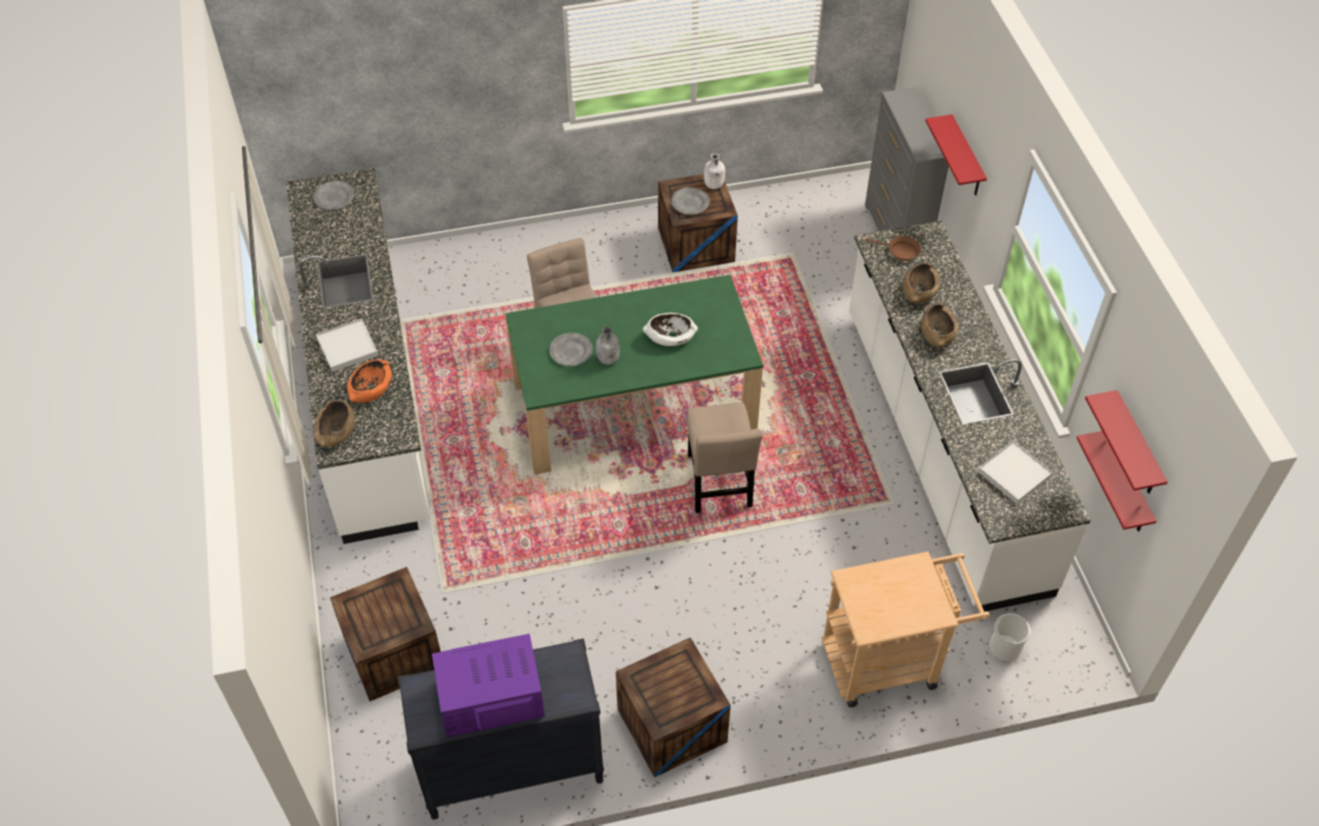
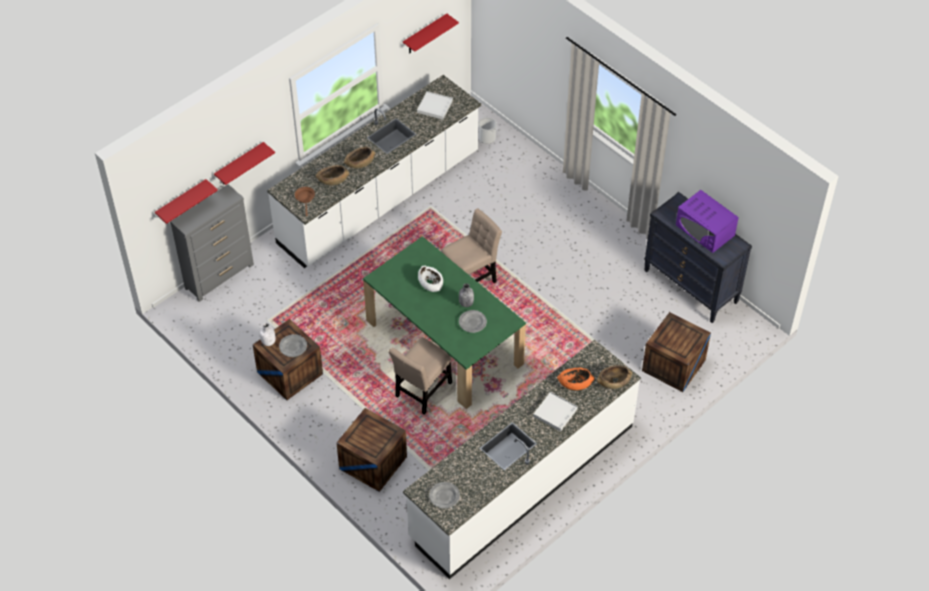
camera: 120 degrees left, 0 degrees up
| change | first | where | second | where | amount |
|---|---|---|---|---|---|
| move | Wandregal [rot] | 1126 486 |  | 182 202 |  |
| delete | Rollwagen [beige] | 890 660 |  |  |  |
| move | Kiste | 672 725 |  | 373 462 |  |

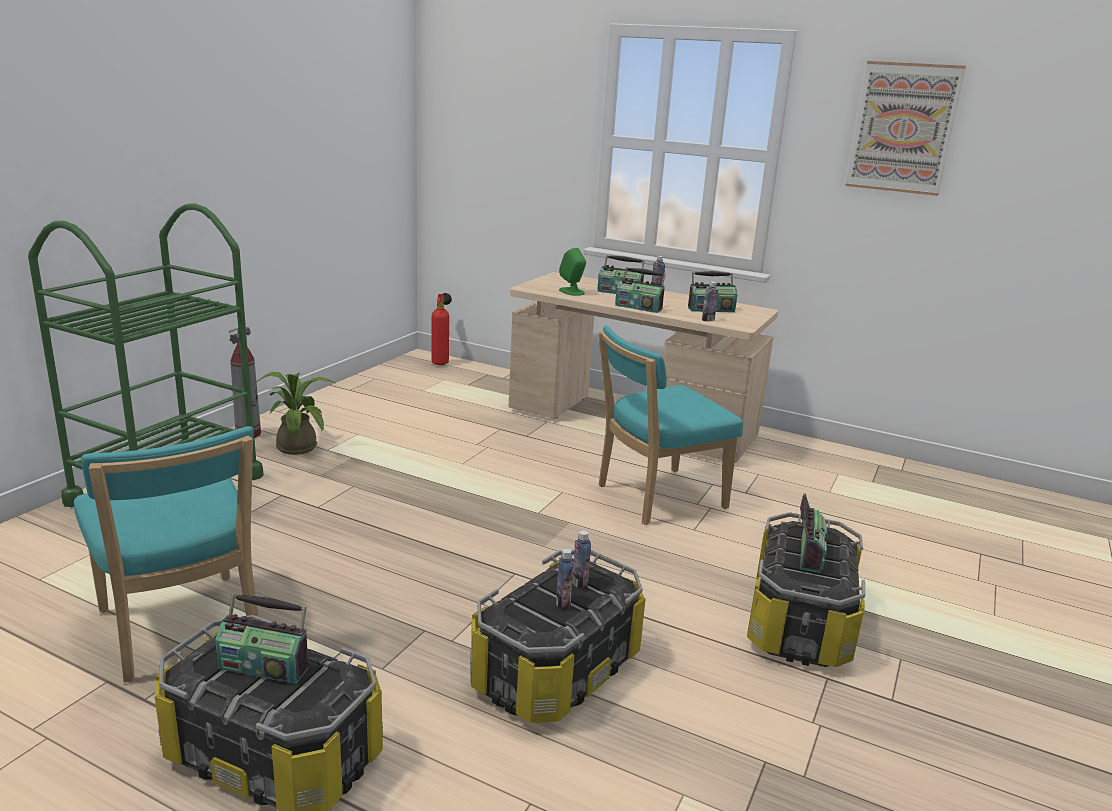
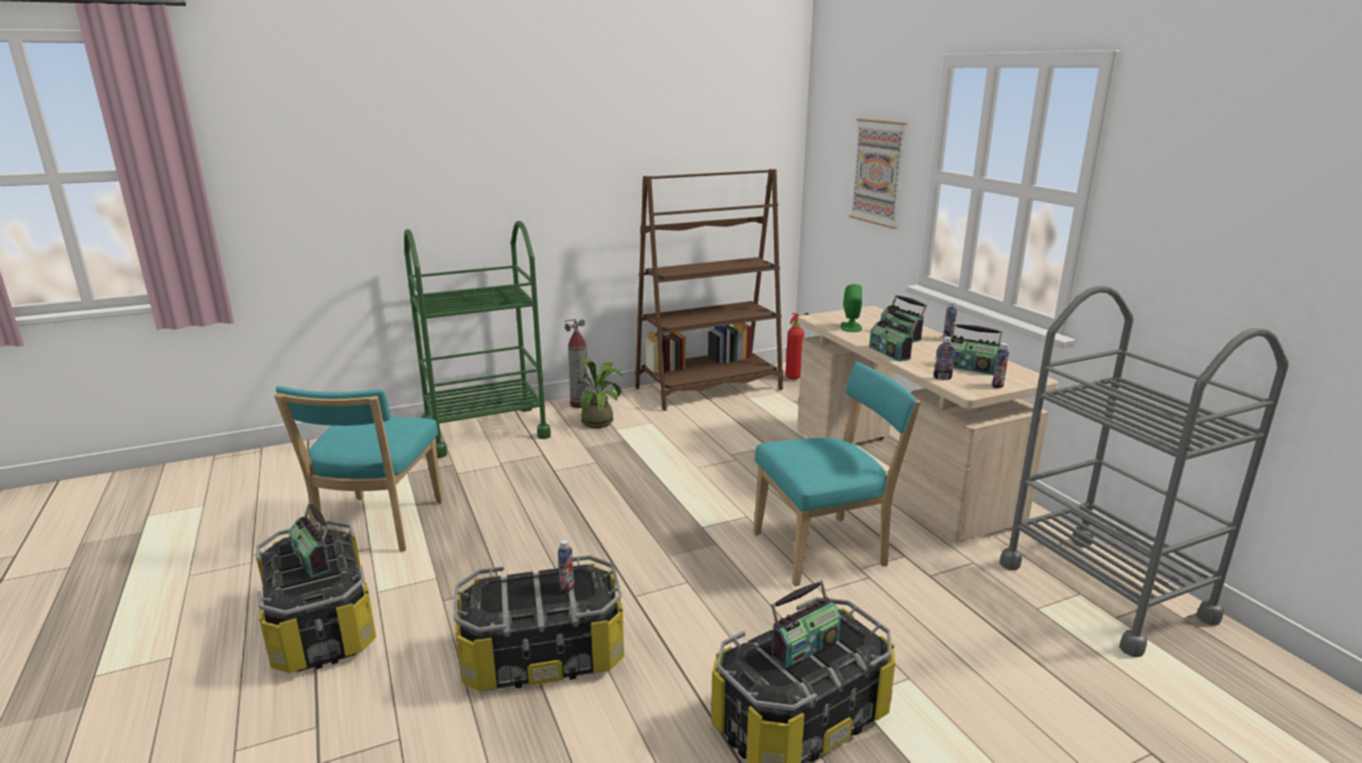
camera: 40 degrees right, 0 degrees up
| change | first | where | second | where | amount |
|---|---|---|---|---|---|
| move | Bild | 903 128 |  | 878 172 |  |
| rotate | Stuhl [türkis] | 655 497 |  | 825 549 | 150 degrees clockwise |
| move | Flasche | 563 603 |  | 997 385 |  |
| insert |  |  | Bücherregal [braun] | 709 389 |  |
| insert |  |  | Rollwagen [grau] | 1104 591 |  |

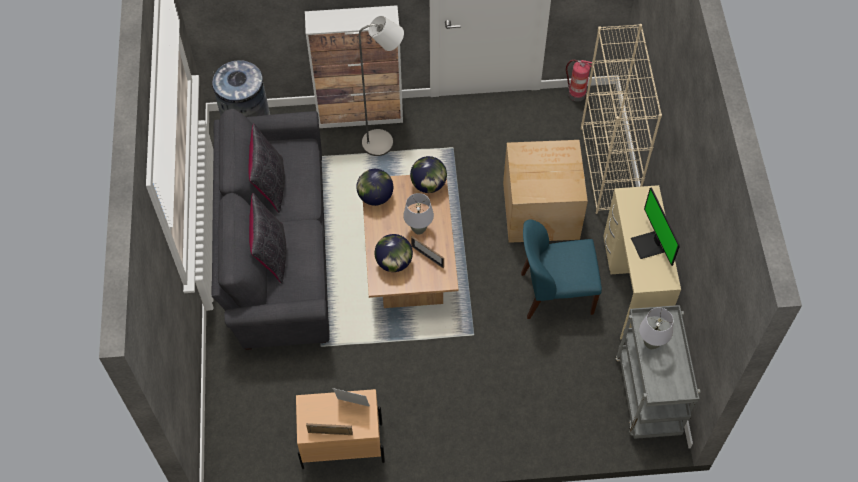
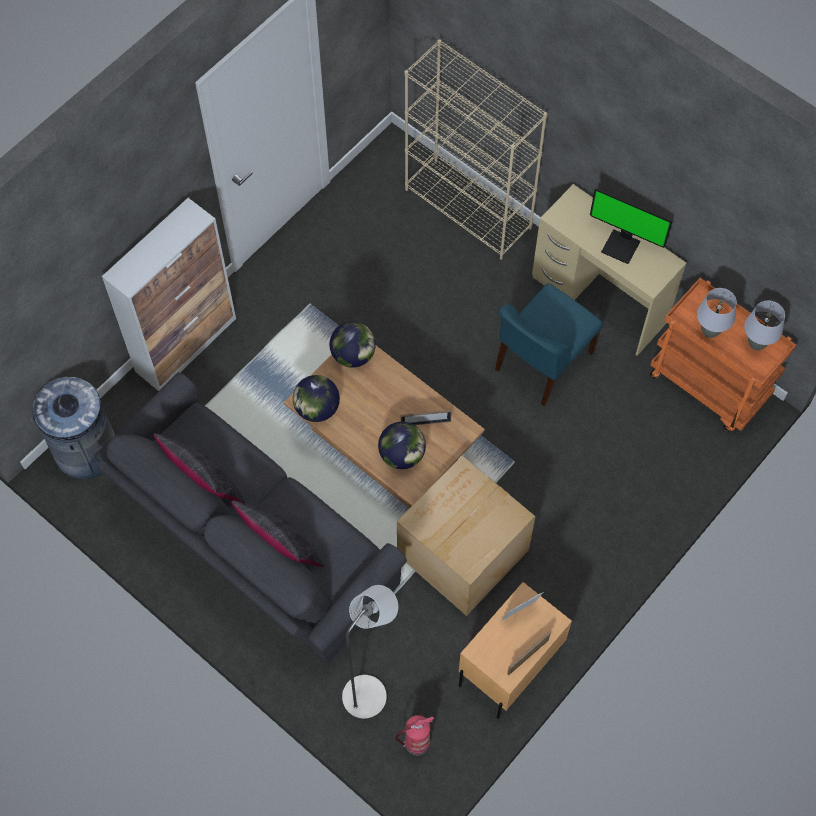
camera: 45 degrees left, 5 degrees up
| change | first | where | second | where | amount |
|---|---|---|---|---|---|
| move | Stehlampe [grau] | 384 143 |  | 370 690 |  |
| move | Feuerlöscher | 576 94 |  | 416 744 |  |
| move | Karton | 539 209 |  | 460 553 |  |
| move | Tischlampe [grau] | 419 229 |  | 756 344 |  |
| recolor | Rollwagen [grau] | 648 397 | Rollwagen [orange] | 710 385 |  |

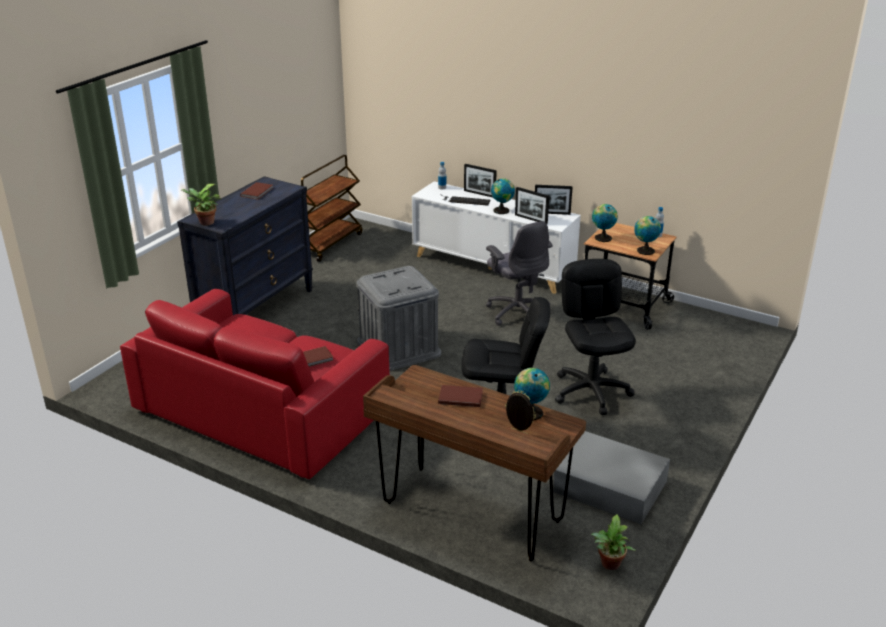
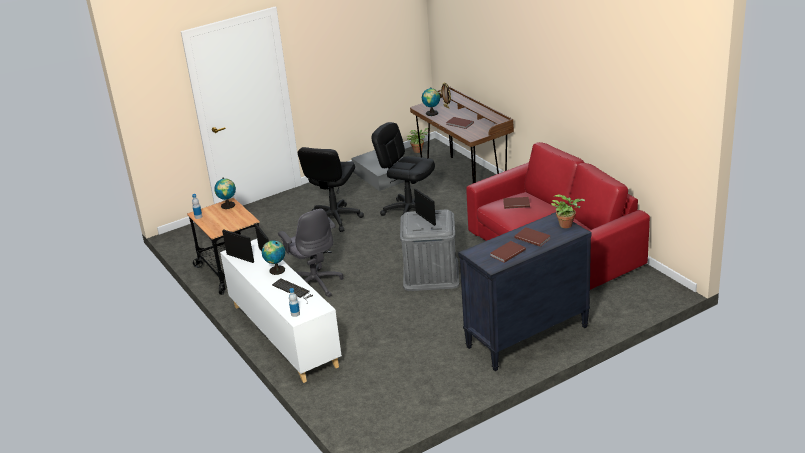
camera: 150 degrees left, 0 degrees up
| change | first | where | second | where | amount |
|---|---|---|---|---|---|
| delete | Rollwagen [braun] | 329 243 |  |  |  |
| move | Bilderrahmen | 479 194 |  | 425 218 |  |
| delete | Globus | 602 237 |  |  |  |
| rotate | Bürostuhl [grau] | 517 312 |  | 315 284 | 150 degrees clockwise |
| insert |  |  | Buch [braun] | 532 238 |  |

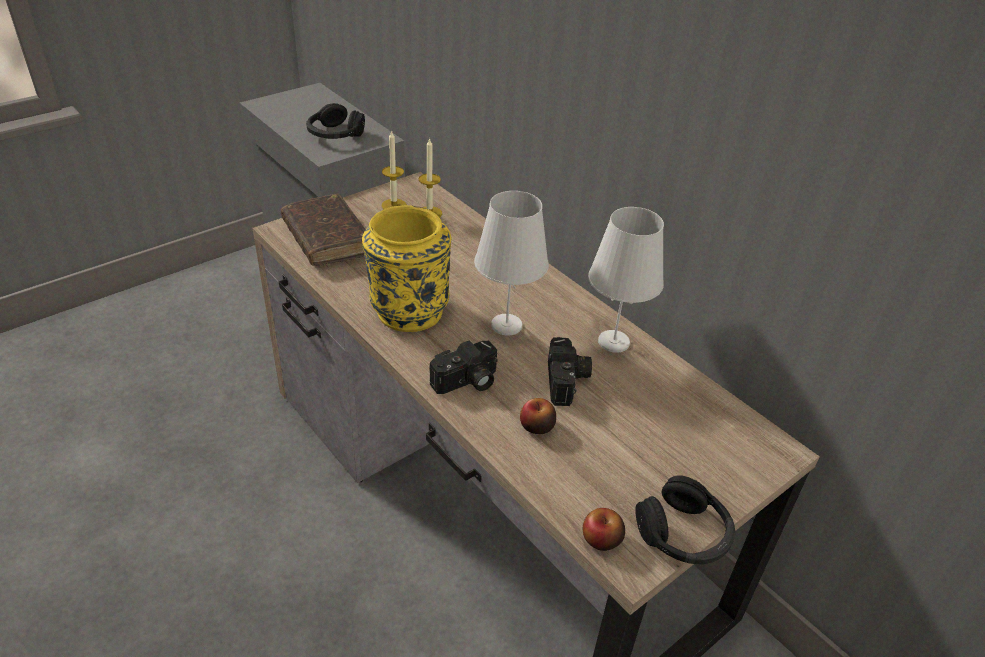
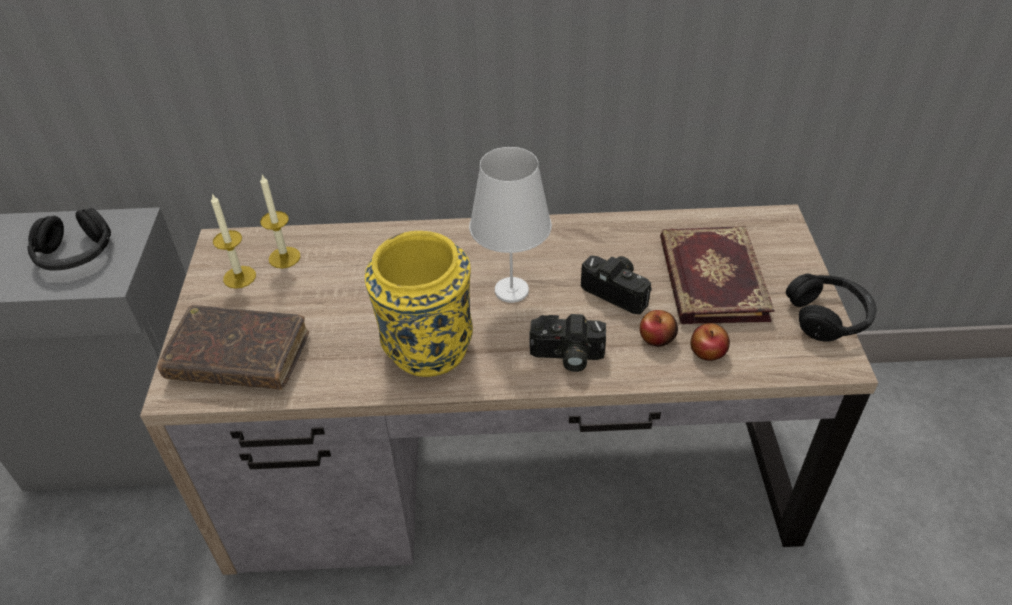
camera: 50 degrees left, 5 degrees up
| change | first | where | second | where | amount |
|---|---|---|---|---|---|
| delete | Tischlampe [weiß] | 614 341 |  |  |  |
| rotate | Kamera | 467 383 |  | 566 356 | 90 degrees clockwise |
| move | Apfel | 601 539 |  | 708 352 |  |
| insert |  |  | Buch | 710 279 |  |

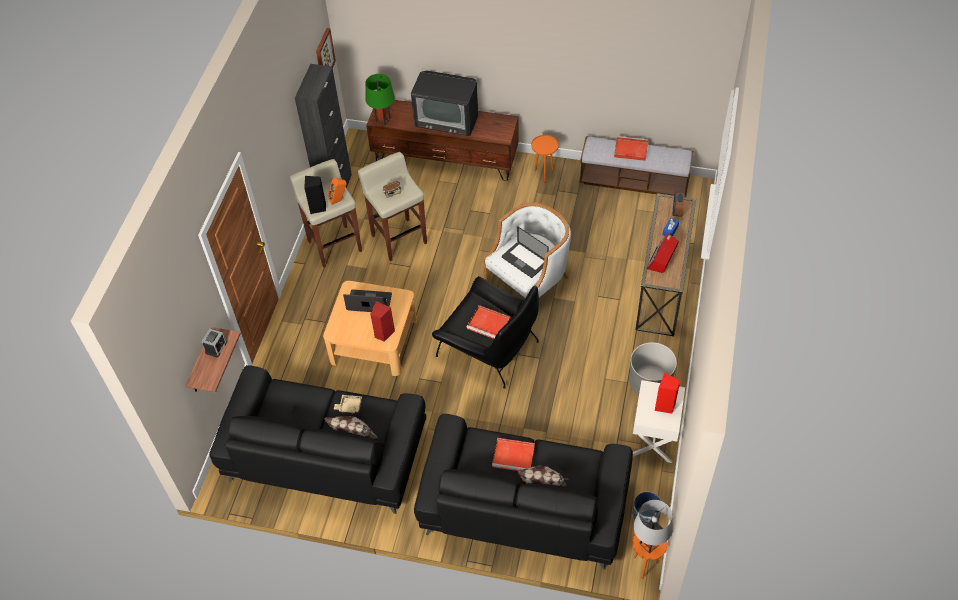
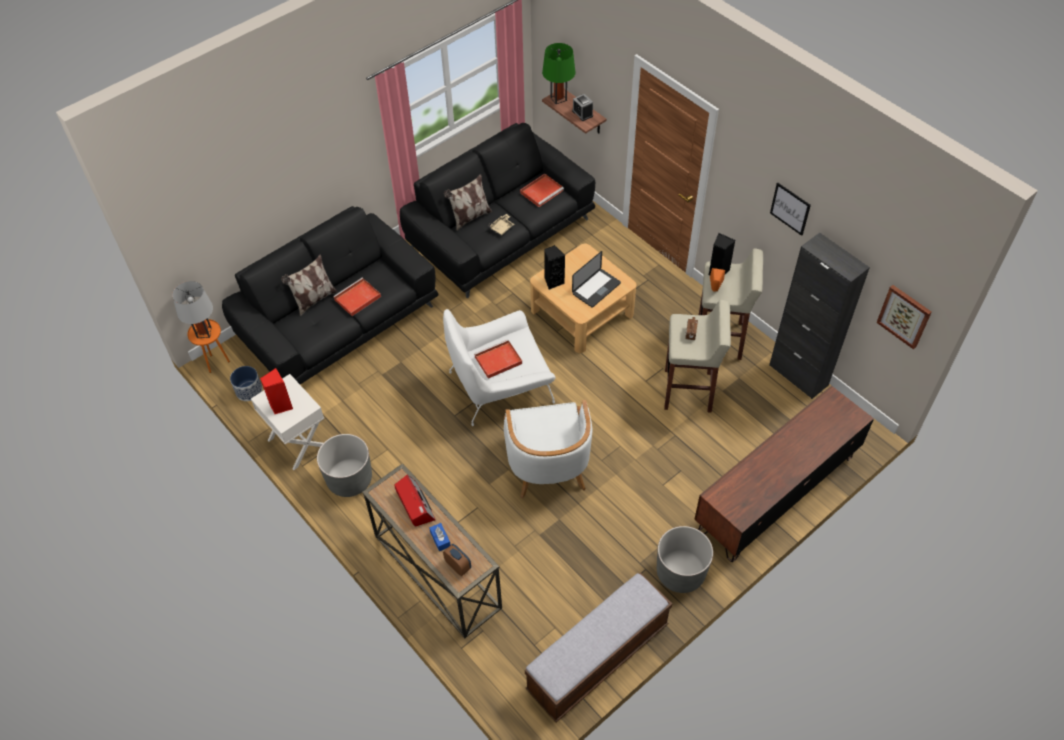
camera: 125 degrees right, 0 degrees up
| change | first | where | second | where | amount |
|---|---|---|---|---|---|
| delete | Fernseher | 447 119 |  |  |  |
| move | Tischlampe [grün] | 383 120 |  | 558 99 |  |
| replace | Beistelltisch [orange] | 544 174 | Pflanzkübel [grau] | 680 572 |  |
| move | Tablett [rot] | 630 150 |  | 542 191 |  |
| delete | Laptop | 524 260 |  |  |  |
| recolor | Sessel [schwarz] | 488 347 | Sessel [weiß] | 500 385 |  |
| recolor | Lautsprecher [rot] | 383 333 | Lautsprecher [schwarz] | 553 281 |  |
| insert |  |  | Bild | 790 208 |  |

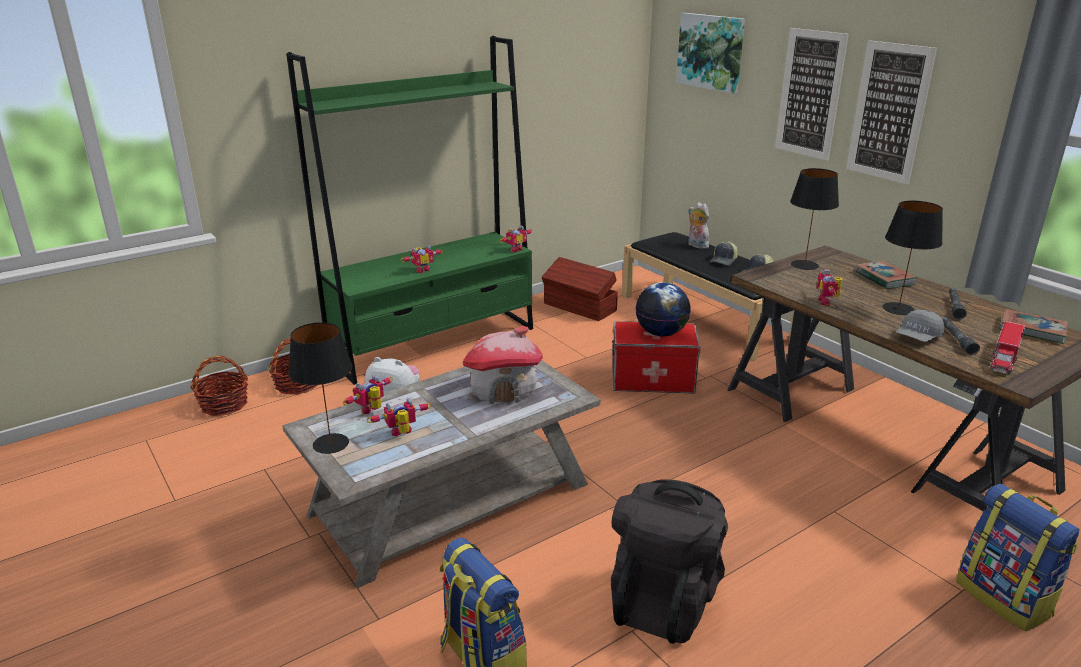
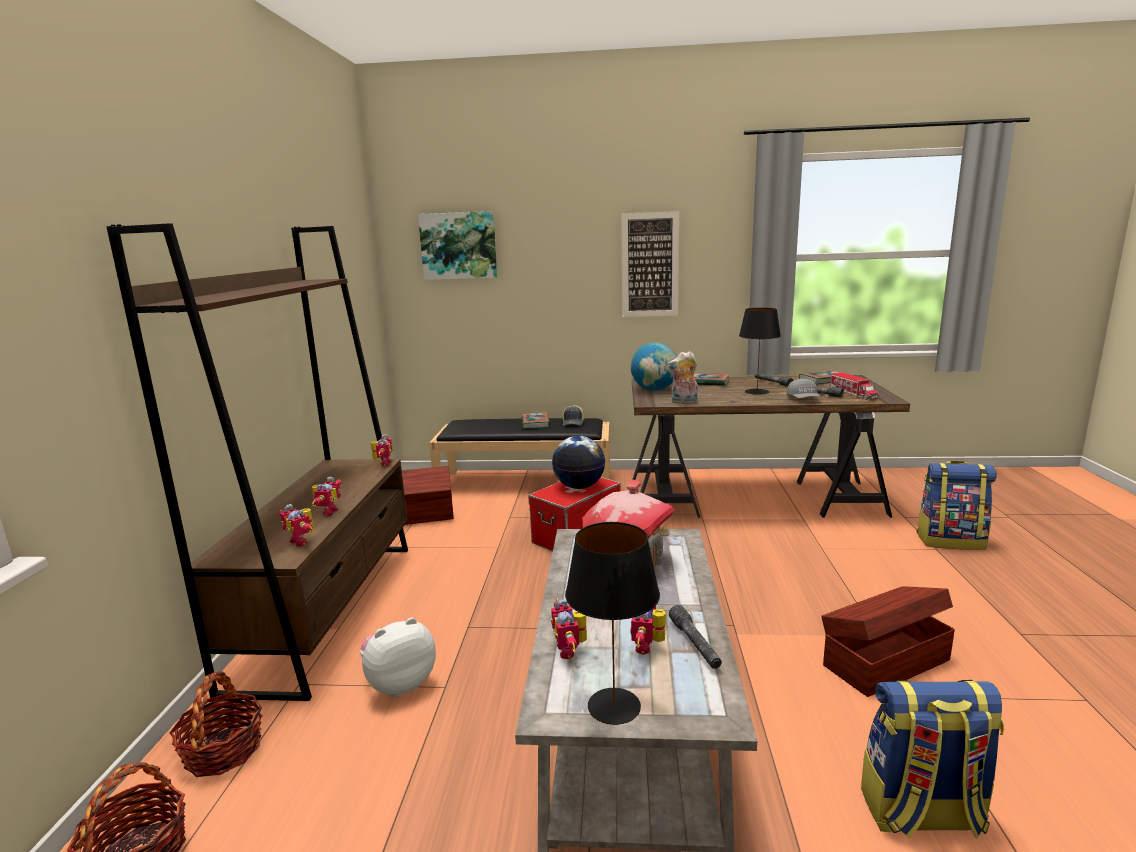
camera: 50 degrees left, 10 degrees down
| change | first | where | second | where | amount |
|---|---|---|---|---|---|
| delete | Bild | 810 94 |  |  |  |
| recolor | Bücherregal [grün] | 434 343 | Bücherregal [braun] | 328 610 |  |
| replace | Tischlampe [schwarz] | 805 265 | Globus | 654 389 |  |
| move | Plüschtier | 696 245 |  | 684 402 |  |
| replace | Kappe | 724 260 | Buch | 535 423 |  |
| move | Spielzeugroboter | 827 302 |  | 302 541 |  |
| replace | Rucksack [schwarz] | 664 600 | Aufbewahrungsbox [braun] | 883 662 |  |
| insert |  |  | Taschenlampe [grau] | 695 644 |  |

